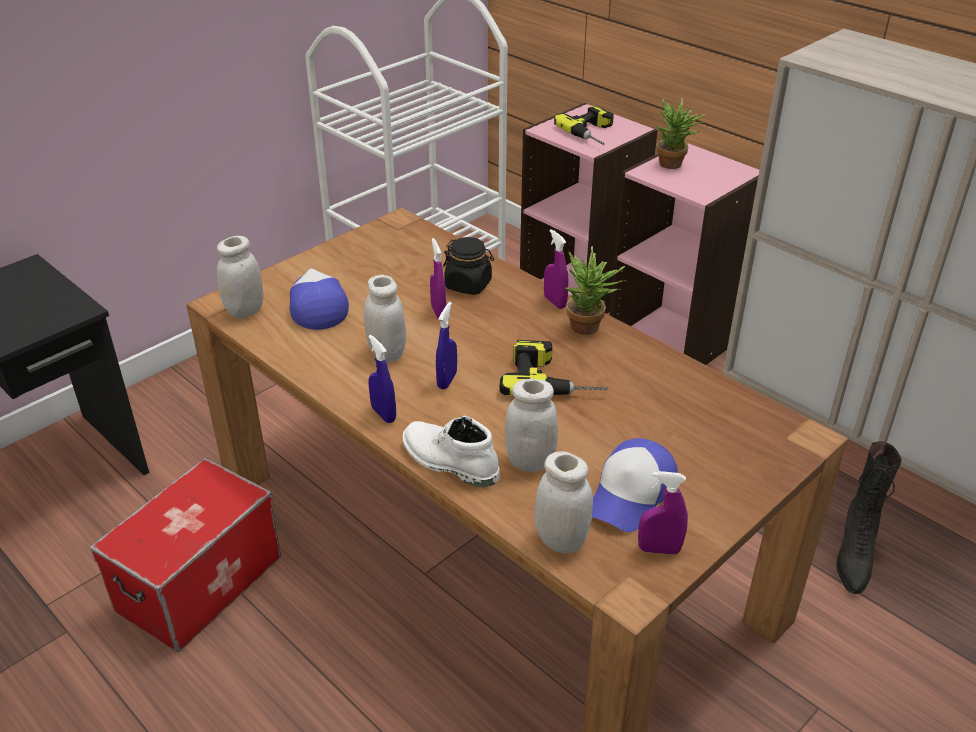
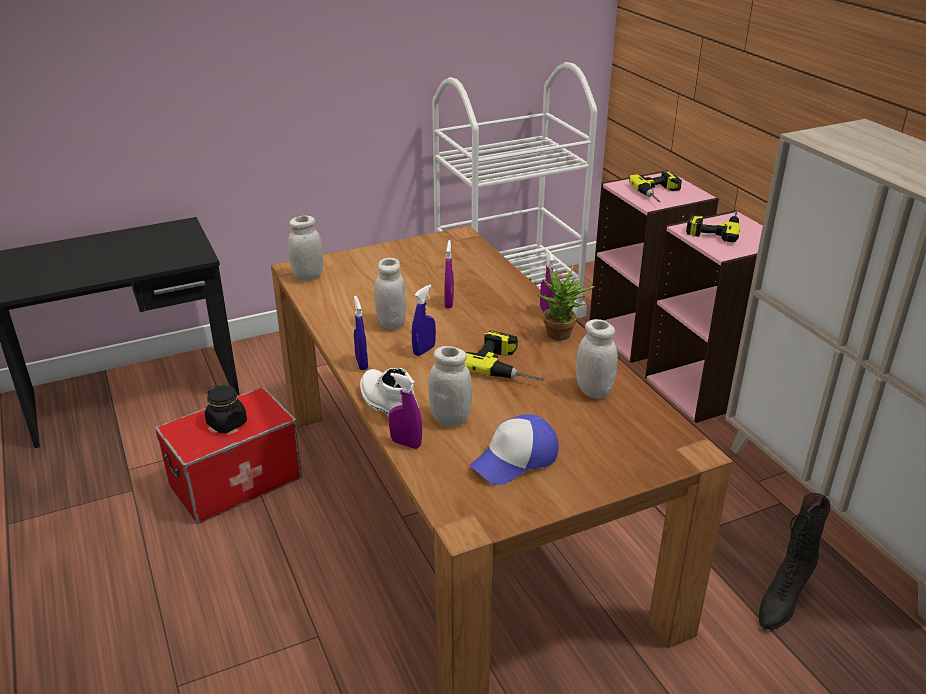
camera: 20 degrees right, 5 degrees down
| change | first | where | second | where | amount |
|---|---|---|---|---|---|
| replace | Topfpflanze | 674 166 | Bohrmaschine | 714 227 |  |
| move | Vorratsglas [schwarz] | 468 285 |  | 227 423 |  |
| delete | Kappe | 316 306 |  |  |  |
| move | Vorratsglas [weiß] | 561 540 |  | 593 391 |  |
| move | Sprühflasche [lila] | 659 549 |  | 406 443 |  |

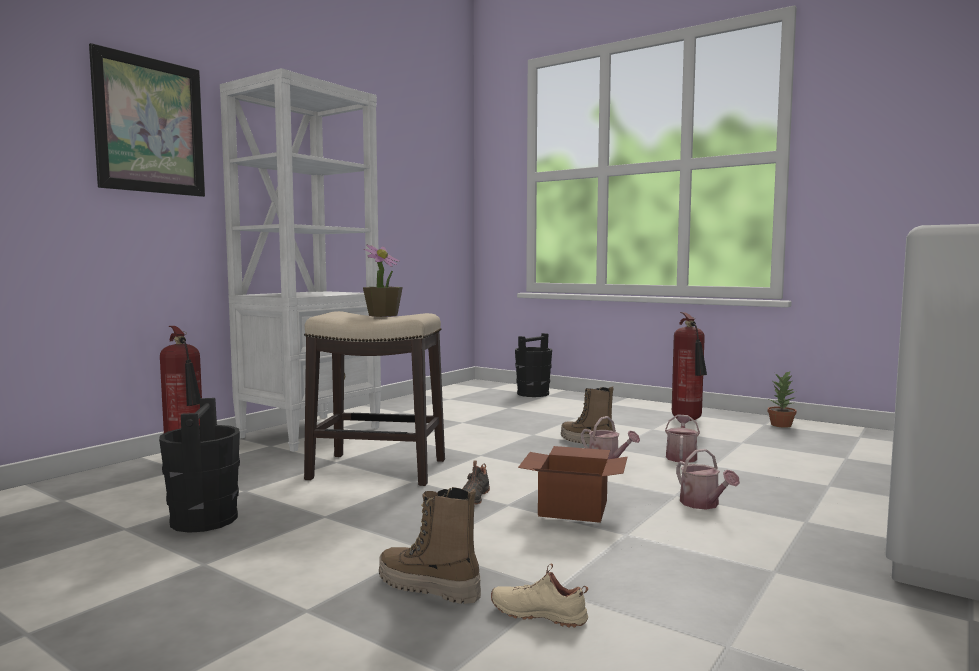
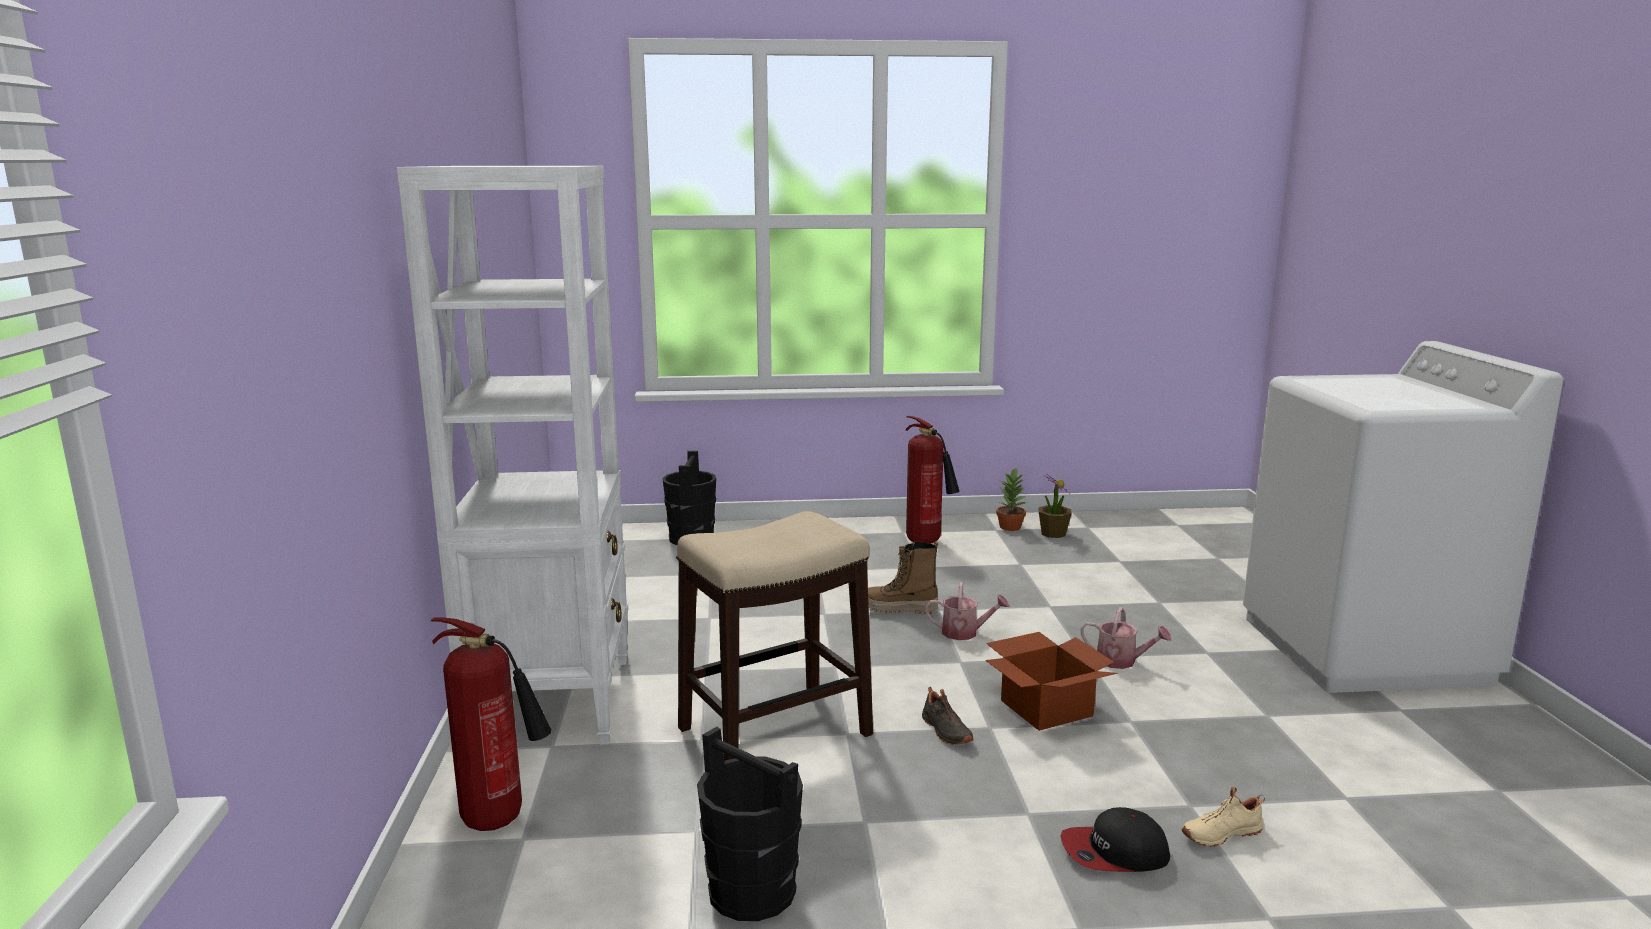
camera: 40 degrees left, 10 degrees up
| change | first | where | second | where | amount |
|---|---|---|---|---|---|
| delete | Bild | 150 126 |  |  |  |
| move | Topfpflanze | 383 315 |  | 1053 533 |  |
| delete | Gießkanne | 681 456 |  |  |  |
| replace | Stiefel | 428 588 | Kappe | 1114 853 |  |

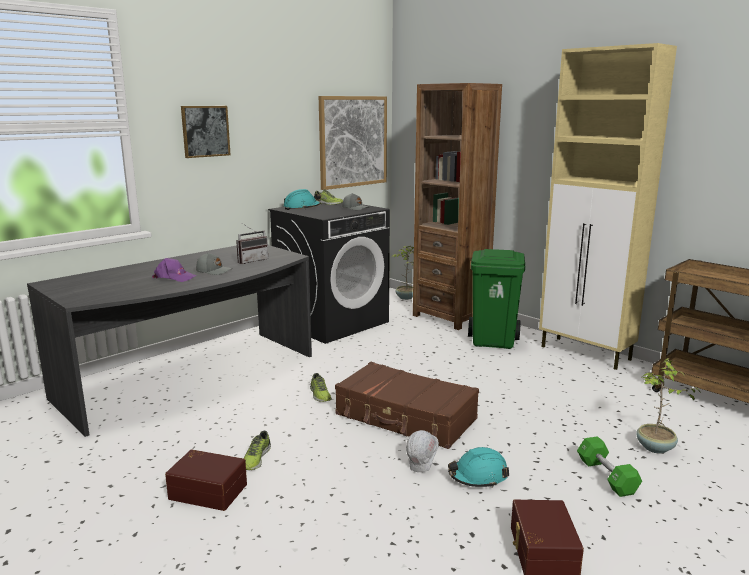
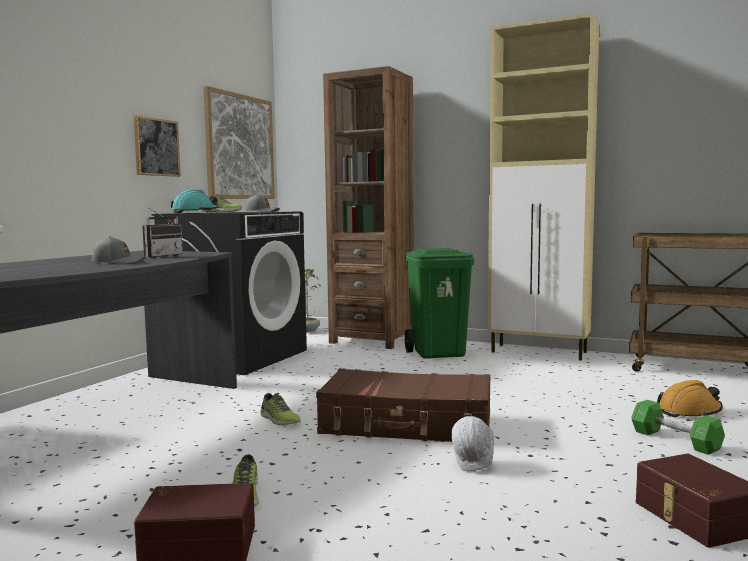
camera: 20 degrees left, 10 degrees down
| change | first | where | second | where | amount |
|---|---|---|---|---|---|
| move | Bild | 205 131 |  | 156 147 |  |
| delete | Kappe [lila] | 174 277 |  |  |  |
| replace | Topfpflanze | 655 448 | Schutzhelm [orange] | 690 411 |  |
| delete | Schutzhelm [türkis] | 478 476 |  |  |  |

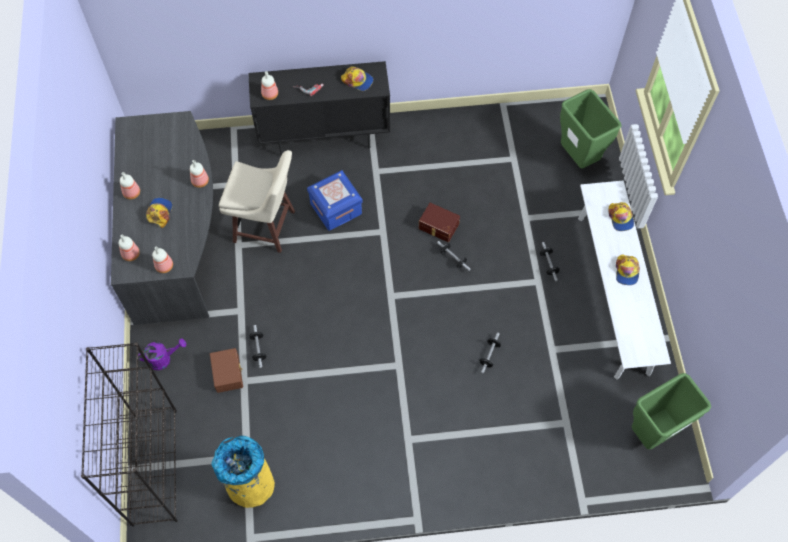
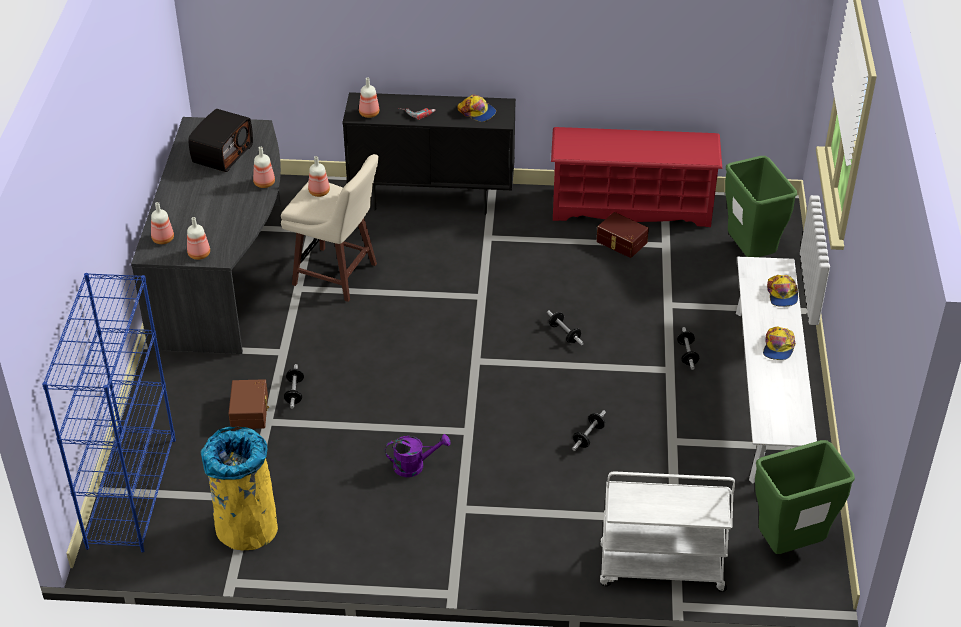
camera: 10 degrees right, 20 degrees down
| change | first | where | second | where | amount |
|---|---|---|---|---|---|
| delete | Aufbewahrungsbox [blau] | 336 208 |  |  |  |
| move | Flasche | 131 192 |  | 319 191 |  |
| delete | Kappe | 159 213 |  |  |  |
| move | Aufbewahrungsbox [braun] | 438 227 |  | 621 242 |  |
| move | Gießkanne [lila] | 164 359 |  | 414 466 |  |
| recolor | Bücherregal [schwarz] | 154 466 | Bücherregal [blau] | 131 491 |  |
| insert |  |  | Radio | 222 154 |  |
| insert |  |  | Schuhregal [rot] | 631 207 |  |
| insert |  |  | Rollwagen [weiß] | 660 569 |  |

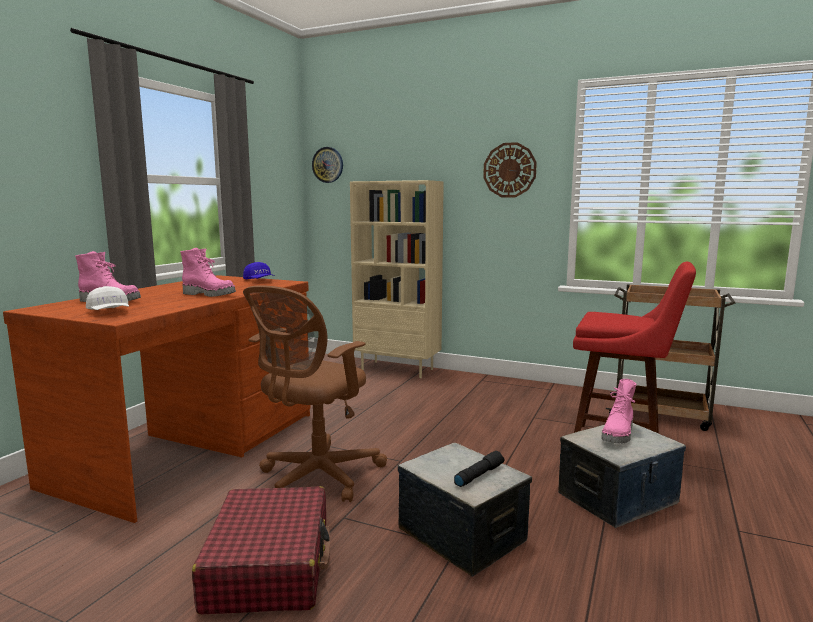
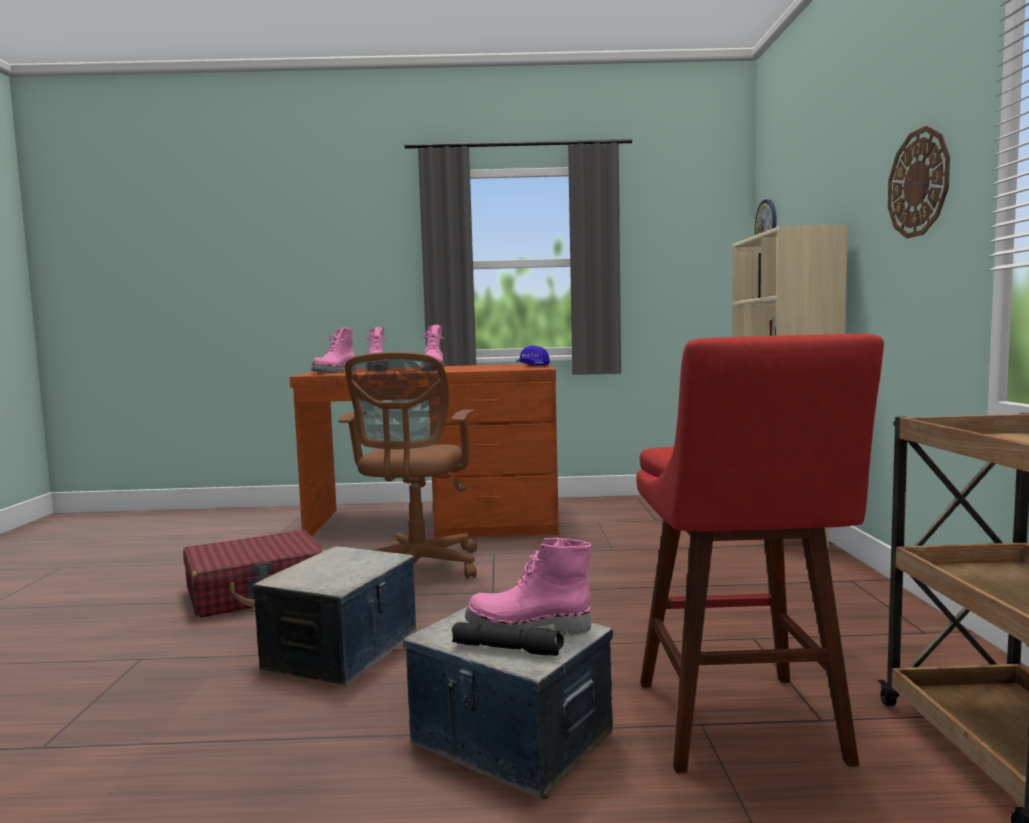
camera: 65 degrees right, 5 degrees down
| change | first | where | second | where | amount |
|---|---|---|---|---|---|
| rotate | Bürostuhl [braun] | 316 478 |  | 416 570 | 90 degrees counterclockwise |
| replace | Kappe [weiß] | 109 312 | Stiefel [rosa] | 335 372 |  |
| move | Taschenlampe [schwarz] | 479 475 |  | 508 649 |  |

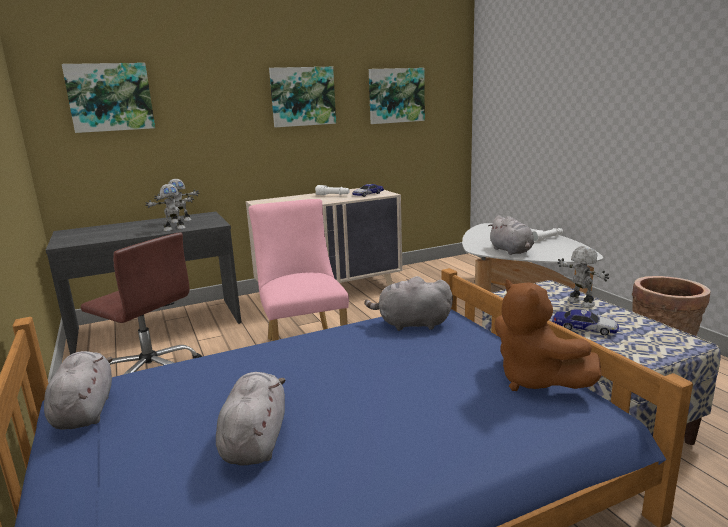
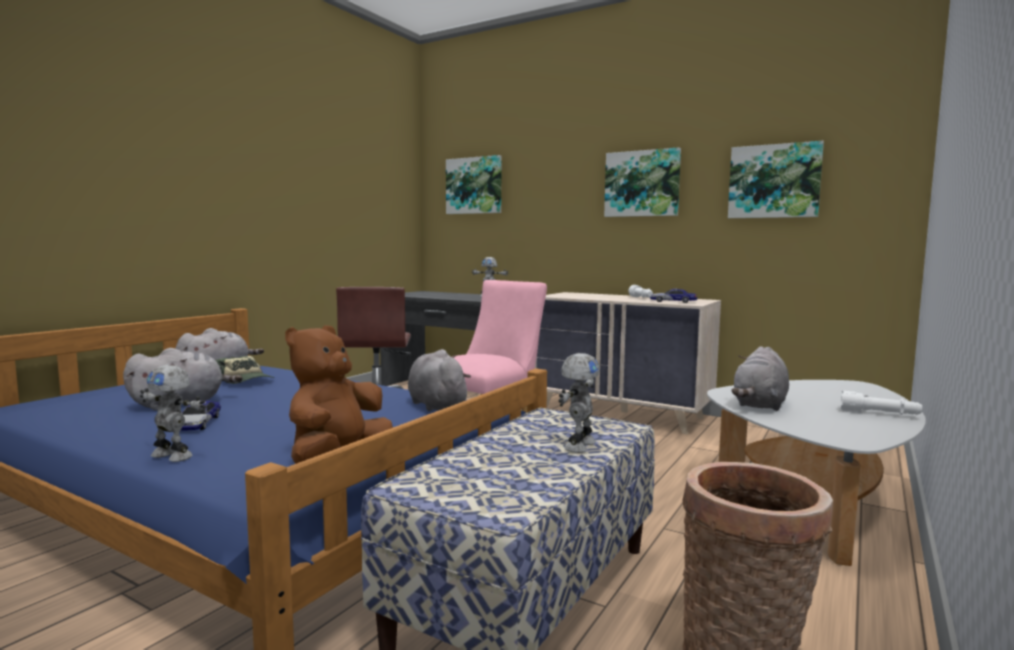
camera: 55 degrees right, 10 degrees down
| change | first | where | second | where | amount |
|---|---|---|---|---|---|
| move | Spielzeugroboter | 174 229 |  | 173 456 |  |
| move | Spielzeugauto | 584 328 |  | 198 423 |  |
| insert |  |  | Kappe | 245 381 |  |

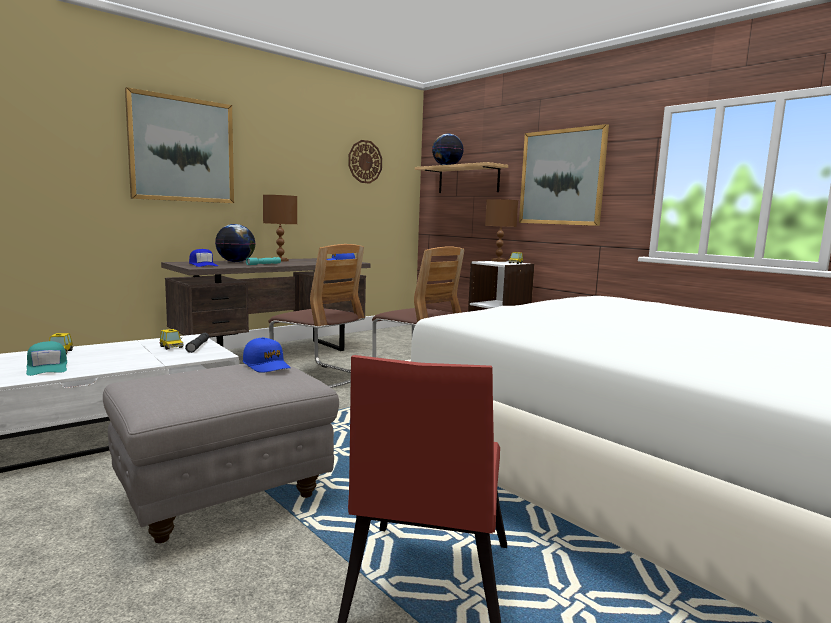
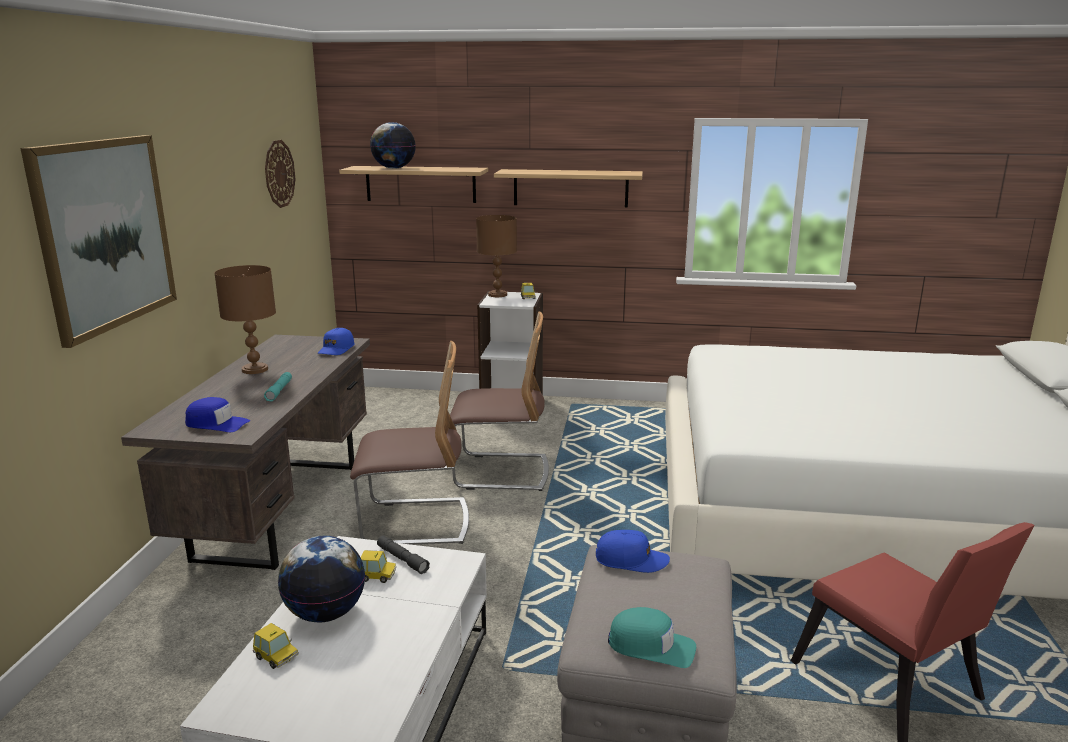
camera: 40 degrees left, 10 degrees up
| change | first | where | second | where | amount |
|---|---|---|---|---|---|
| replace | Bild | 561 177 | Wandregal | 570 188 |  |
| move | Globus | 236 262 |  | 325 613 |  |
| move | Kappe [türkis] | 47 367 |  | 651 646 |  |

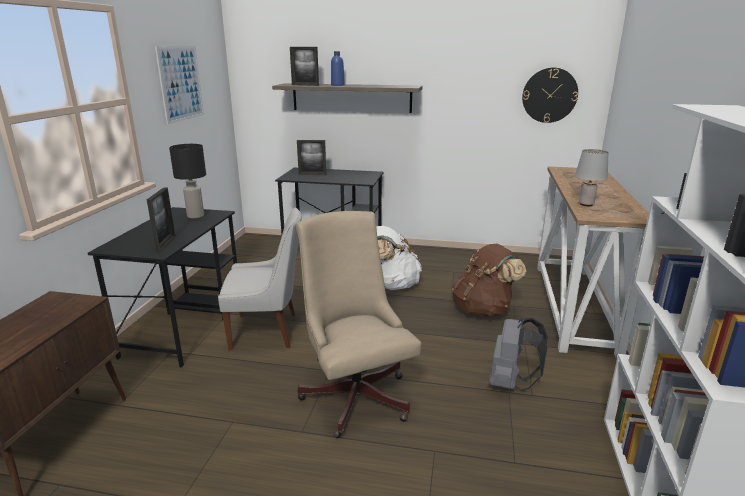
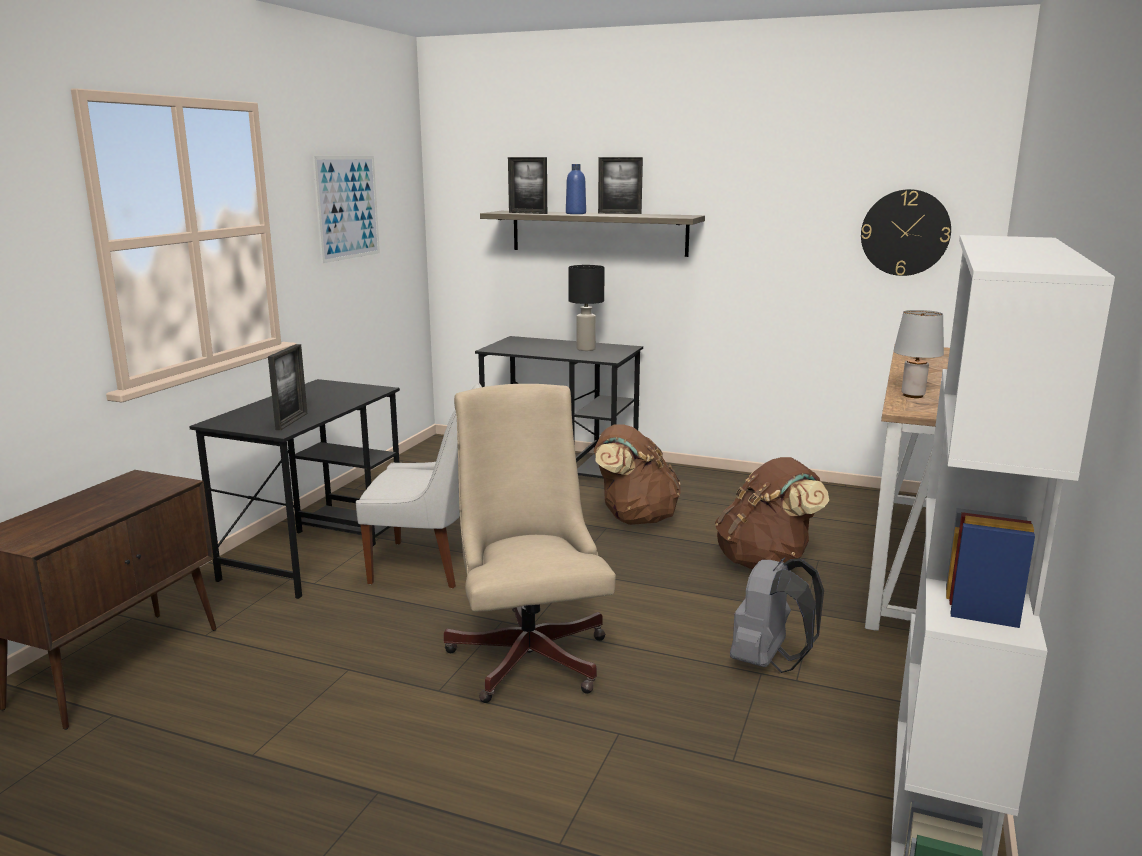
camera: 10 degrees right, 5 degrees down
| change | first | where | second | where | amount |
|---|---|---|---|---|---|
| move | Bilderrahmen | 312 174 |  | 619 213 |  |
| move | Tischlampe [schwarz] | 196 216 |  | 586 349 |  |
| recolor | Rucksack [weiß] | 392 285 | Rucksack [braun] | 634 518 |  |

